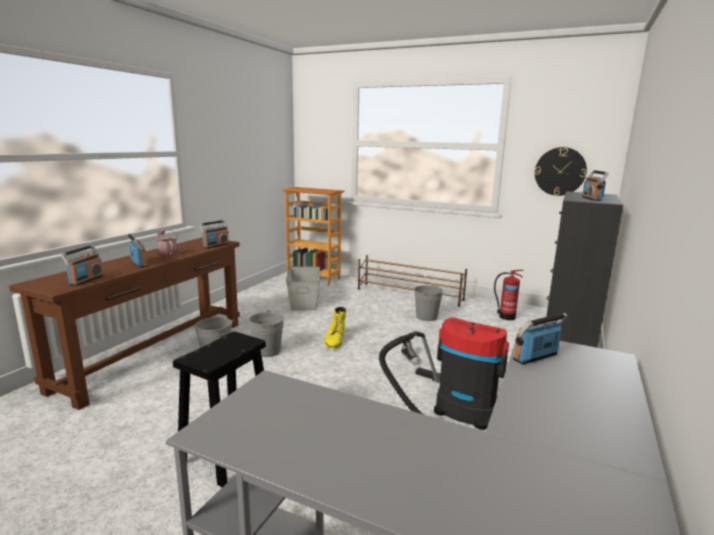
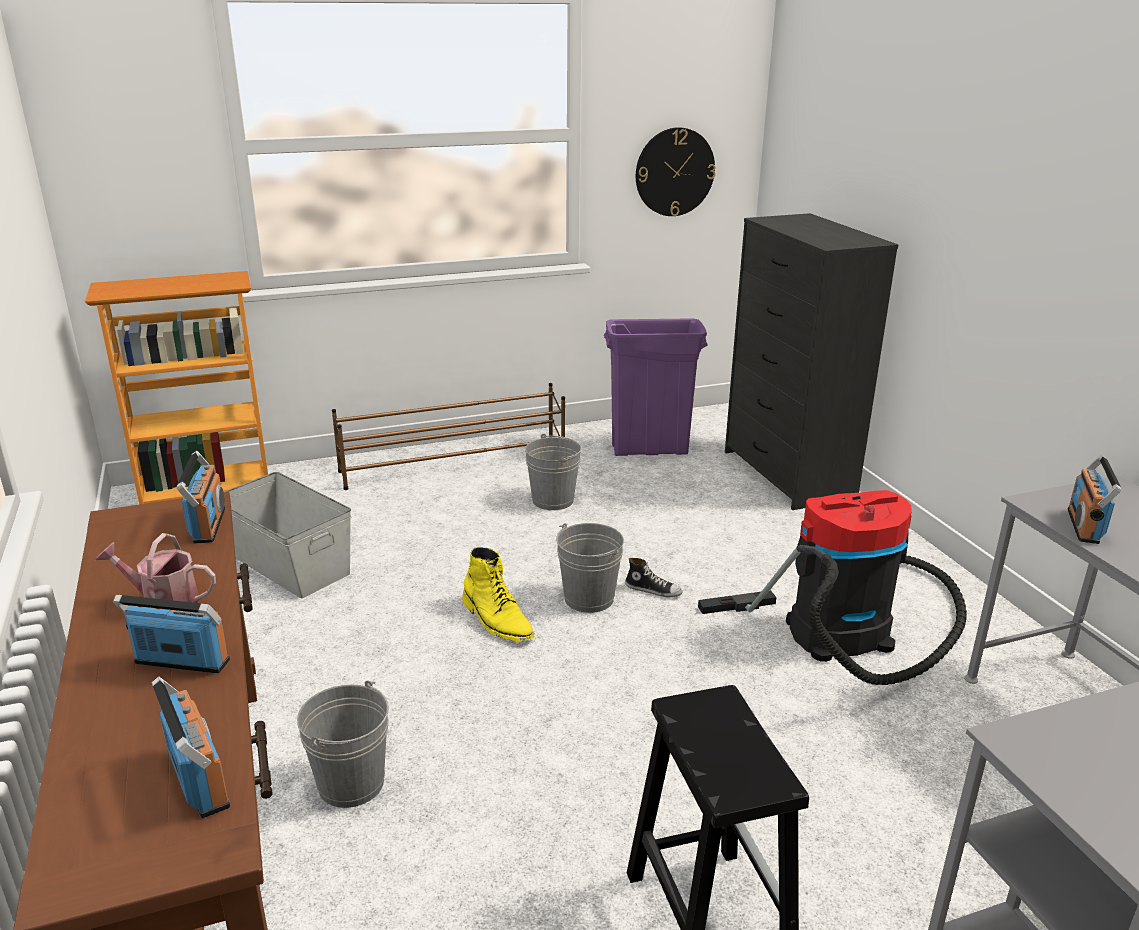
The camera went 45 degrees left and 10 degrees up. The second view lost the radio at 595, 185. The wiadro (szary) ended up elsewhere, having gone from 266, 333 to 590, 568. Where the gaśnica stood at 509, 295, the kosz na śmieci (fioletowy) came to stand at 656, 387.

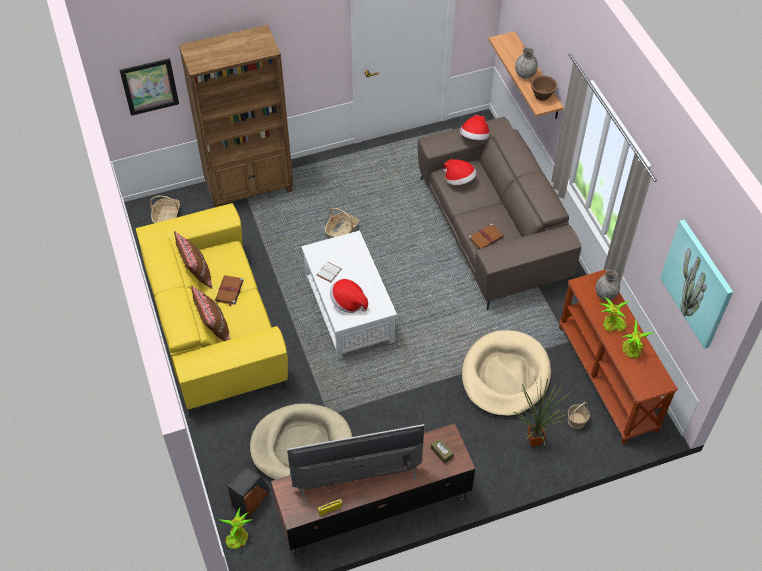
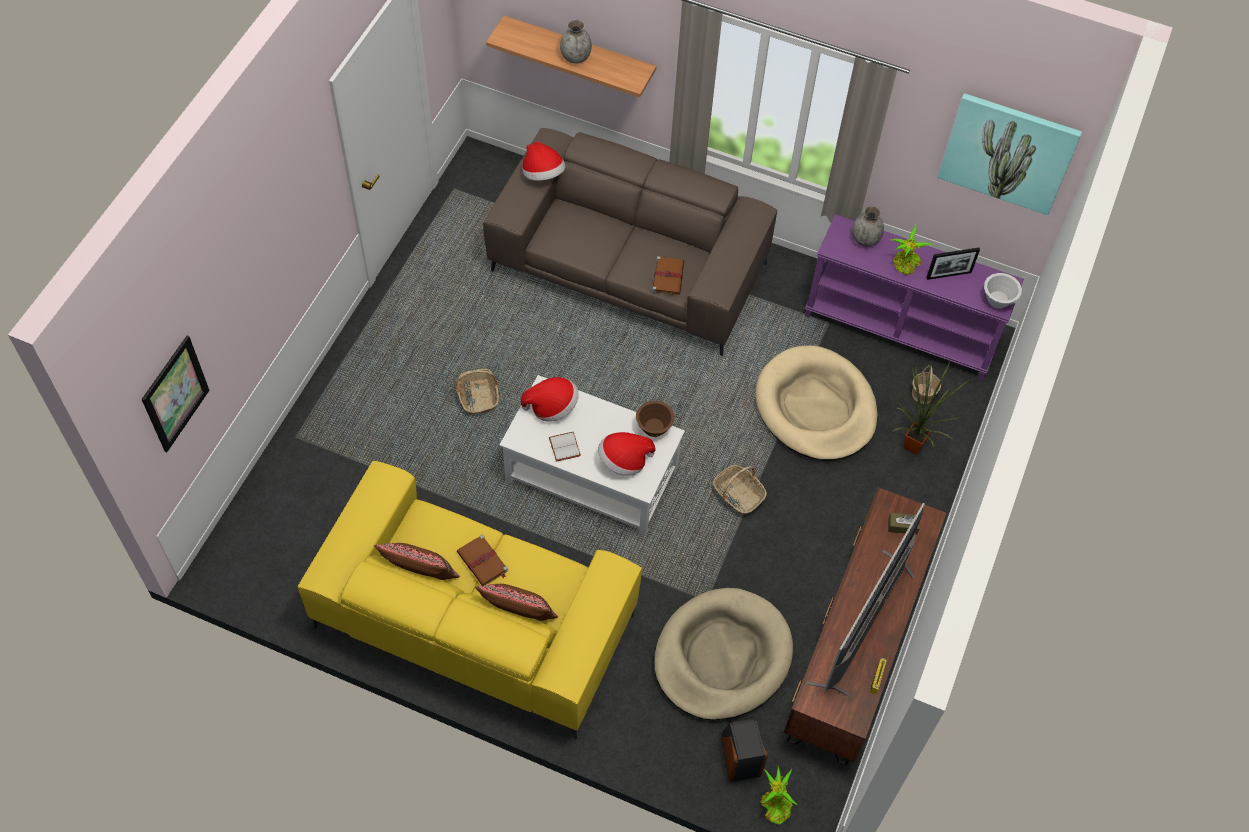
The camera went 50 degrees left and 5 degrees up. The second view lost the regał (brązowy) at 236, 116. The second view gained the miska (biały) at 1003, 291. The koszyk ended up elsewhere, having gone from 165, 209 to 740, 490. The kapelusz ended up elsewhere, having gone from 460, 172 to 550, 399. The miska (brązowy) ended up elsewhere, having gone from 544, 88 to 655, 419. Where the roślina doniczkowa stood at 638, 338, the ramka na zdjęcie came to stand at 953, 264. What was the stolik konsolowy (brązowy) at 618, 356 turned into the stolik konsolowy (fioletowy) at 914, 297.

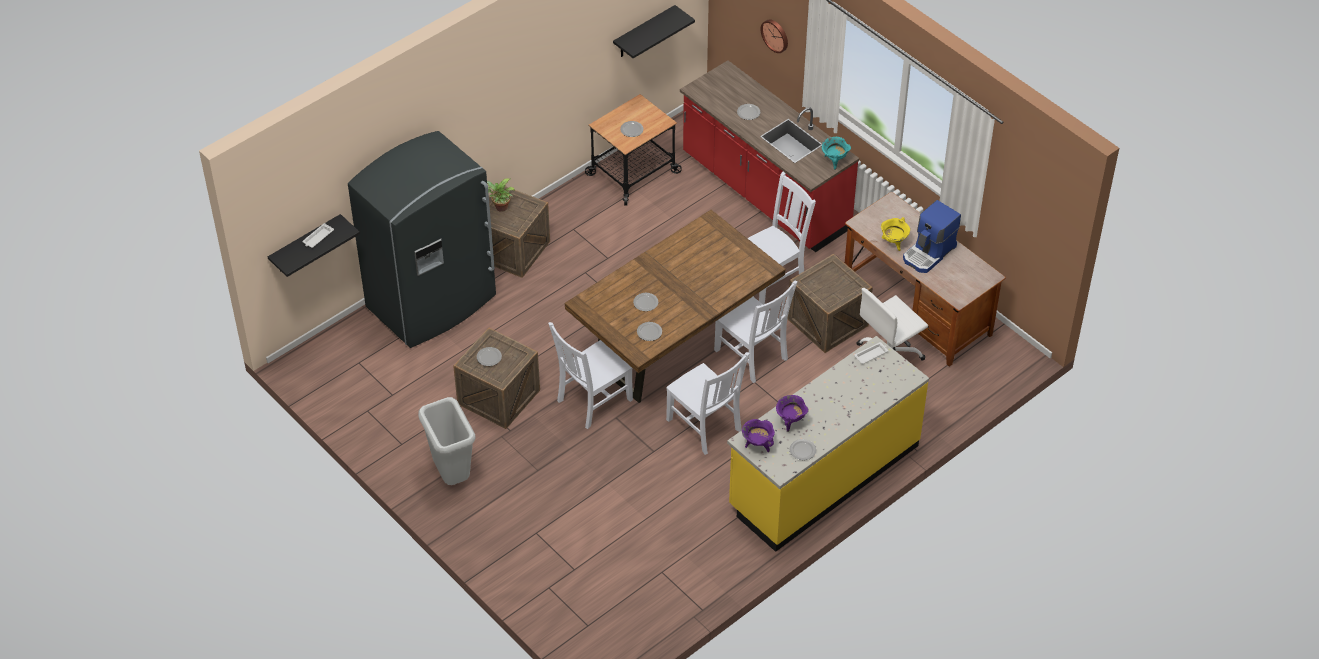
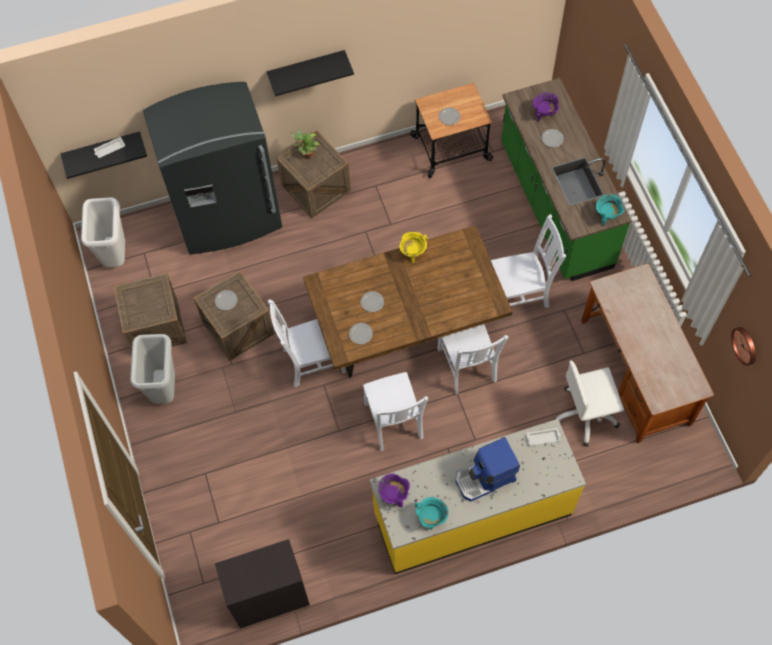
The camera went 25 degrees right and 15 degrees up. The second view gained the kosz na śmieci (biały) at 103, 232. The second view gained the szafka (czarny) at 262, 584. The półka (czarny) ended up elsewhere, having gone from 654, 31 to 310, 73. The zegar ścienny ended up elsewhere, having gone from 774, 36 to 743, 346. The garnek (fioletowy) ended up elsewhere, having gone from 792, 413 to 546, 107. The skrzynka ended up elsewhere, having gone from 830, 303 to 150, 311. The garnek (żółty) ended up elsewhere, having gone from 895, 234 to 413, 247. The ekspres do kawy ended up elsewhere, having gone from 932, 236 to 487, 469. Where the talerz stood at 803, 449, the garnek (turkusowy) came to stand at 432, 513. What was the zabudowa kuchenna (czerwony) at 769, 156 turned into the zabudowa kuchenna (zielony) at 566, 179.

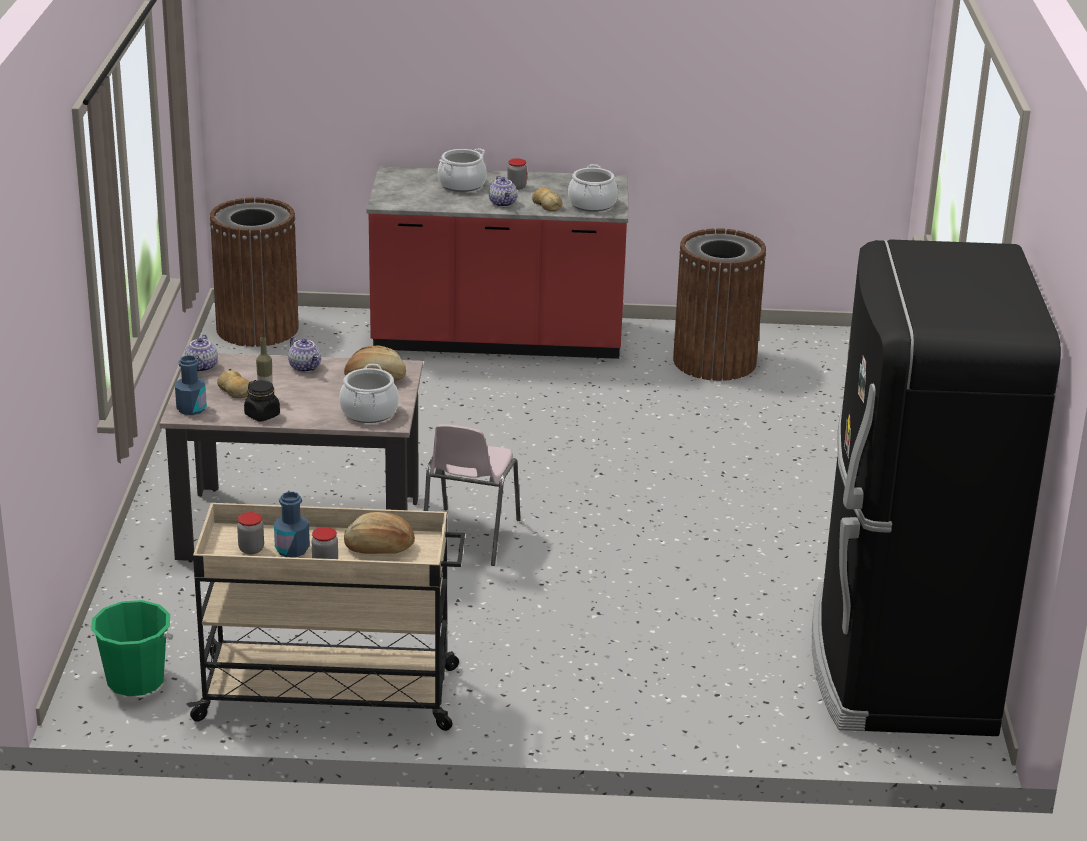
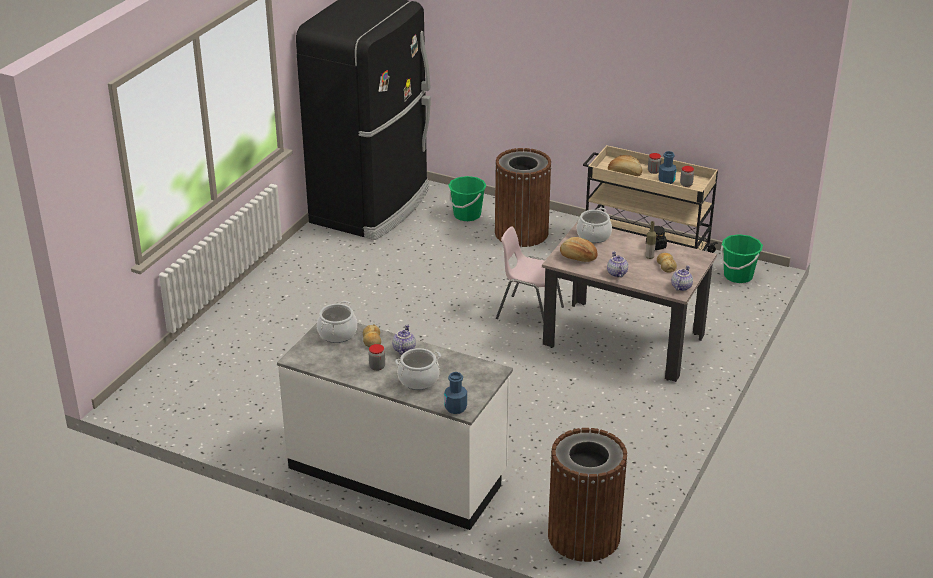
The camera went 155 degrees left and 5 degrees up. The second view gained the wiadro (zielony) at 467, 198. The butelka (niebieski) ended up elsewhere, having gone from 191, 385 to 455, 393. The kosz na śmieci (brązowy) ended up elsewhere, having gone from 719, 304 to 523, 197. What was the zabudowa kuchenna (czerwony) at 497, 262 turned into the zabudowa kuchenna (biały) at 395, 426. The krzesło (różowy) at 472, 495 ended up facing another way, 105 degrees counterclockwise from before.

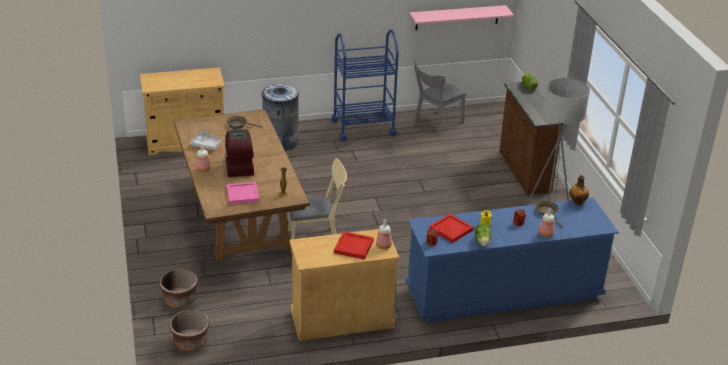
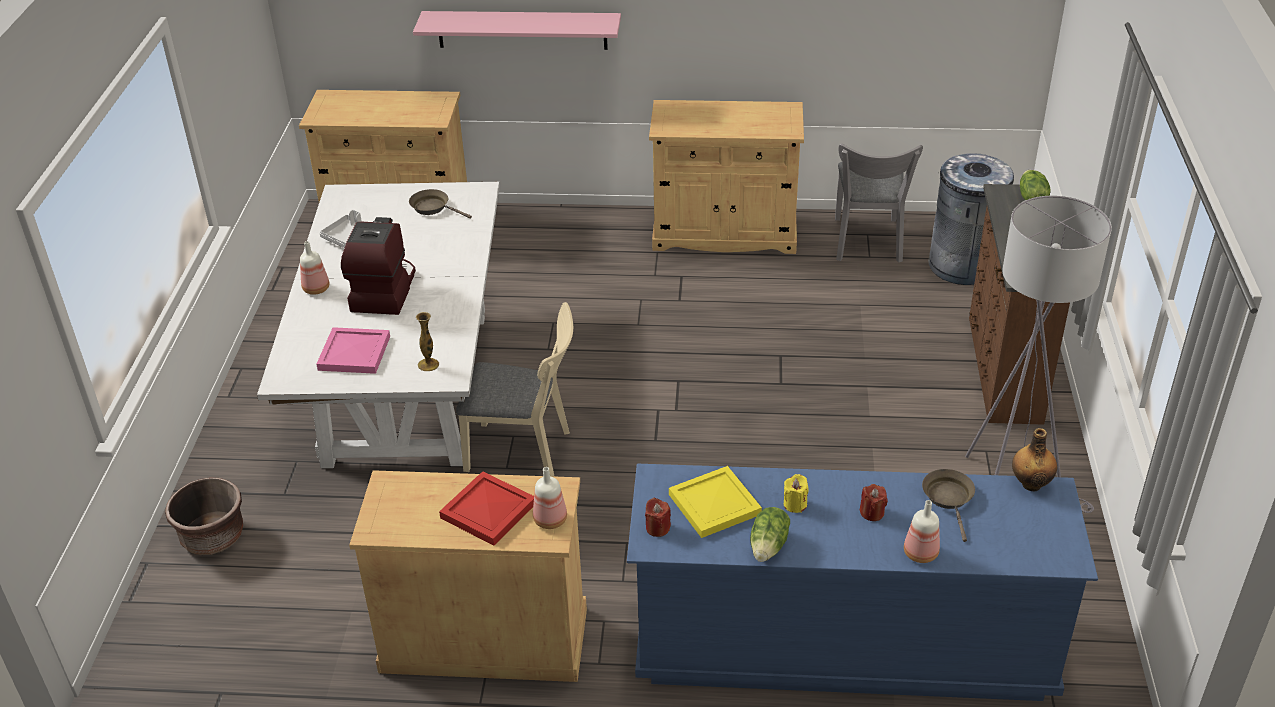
The camera went 20 degrees right and 5 degrees up. The second view lost the donica (brązowy) at 190, 331. The kosz na śmieci (szary) ended up elsewhere, having gone from 280, 117 to 971, 219. The półka (różowy) ended up elsewhere, having gone from 461, 17 to 517, 30. Where the wózek (niebieski) stood at 365, 85, the szafka (beżowy) came to stand at 726, 177. What was the stół jadalny (brązowy) at 242, 185 turned into the stół jadalny (biały) at 378, 325. What was the taca (czerwony) at 451, 228 turned into the taca (żółty) at 715, 502. The krzesło (szary) at 440, 98 ended up facing another way, 60 degrees counterclockwise from before.

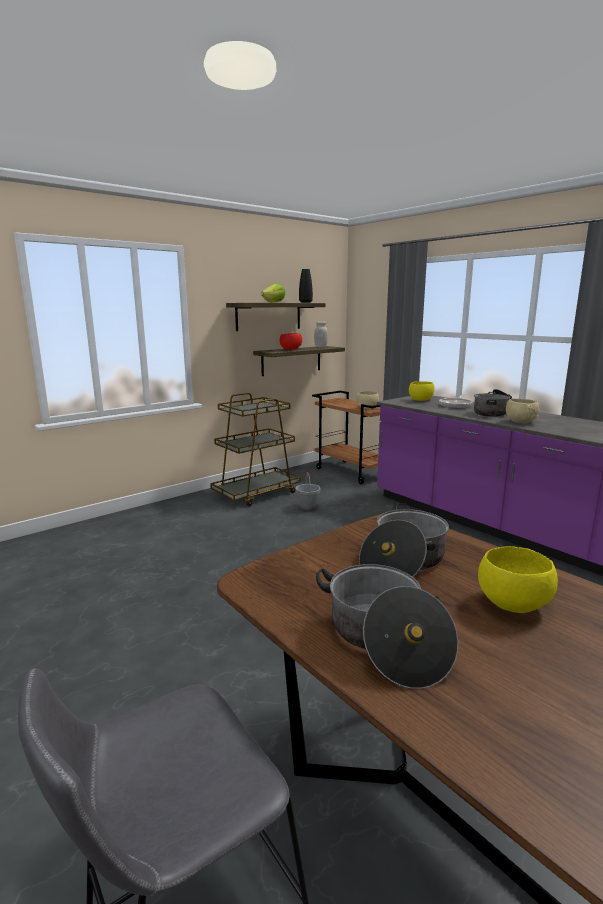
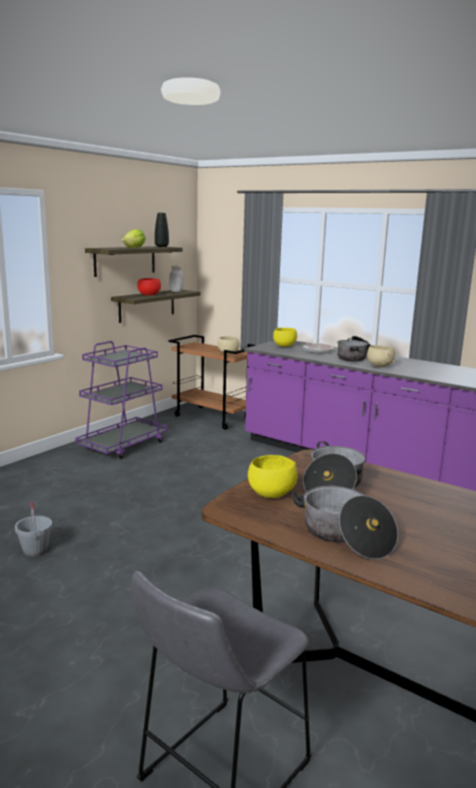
The camera went 15 degrees left and 0 degrees up. The wiadro (szary) ended up elsewhere, having gone from 308, 491 to 33, 529. The miska (żółty) ended up elsewhere, having gone from 518, 579 to 272, 476. What was the wózek (brązowy) at 255, 449 turned into the wózek (fioletowy) at 121, 400.

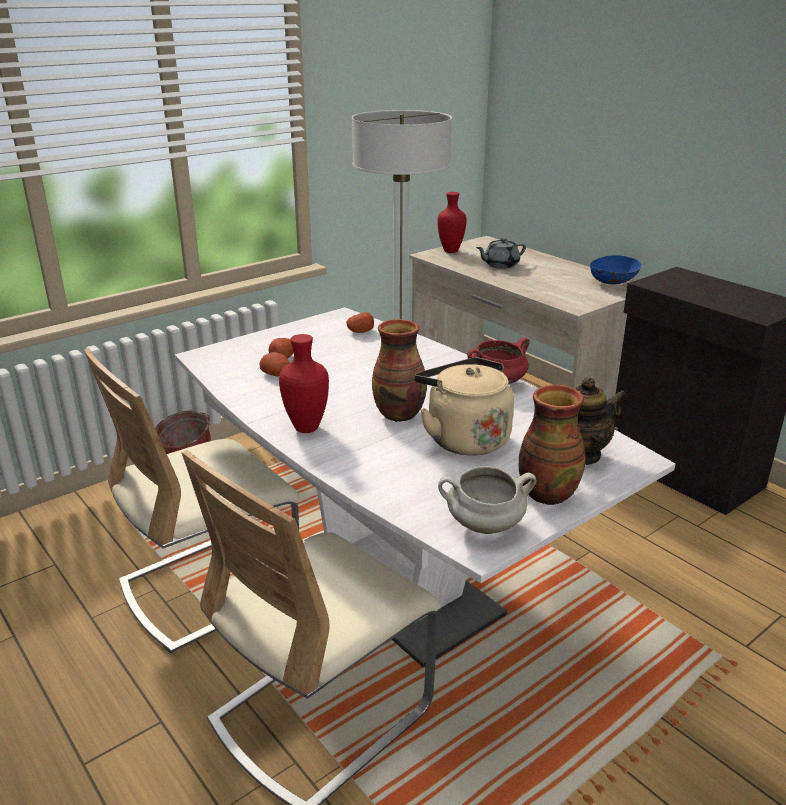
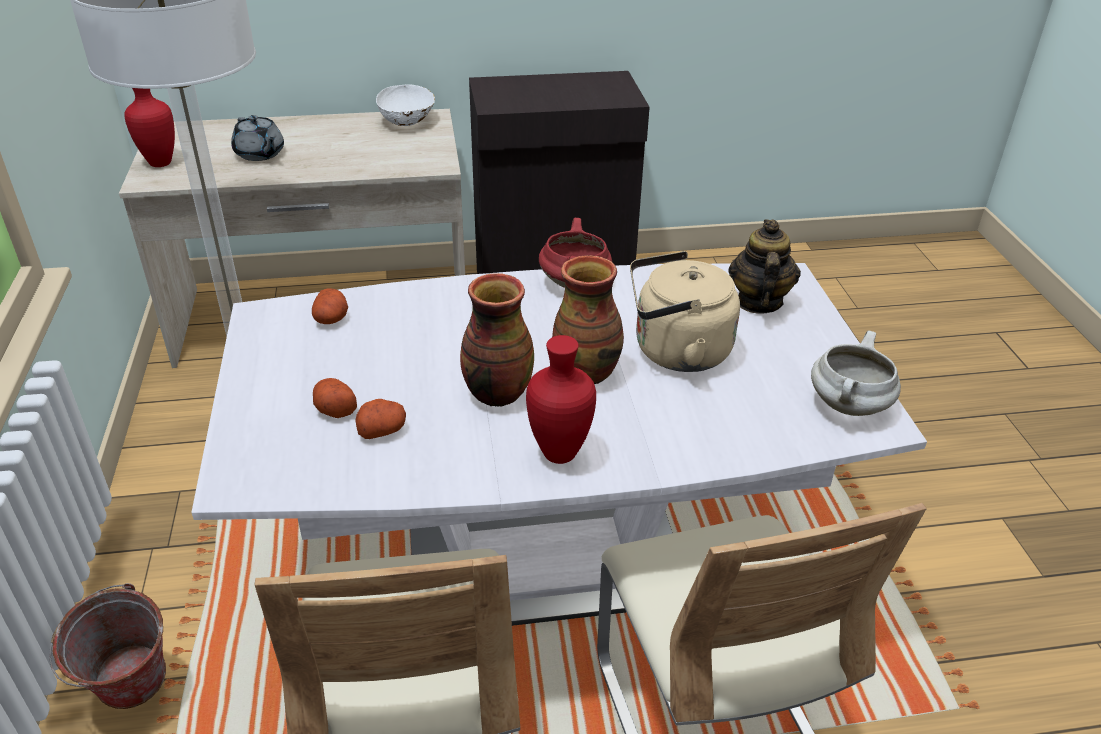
The camera went 60 degrees left and 10 degrees up. The wazon ended up elsewhere, having gone from 552, 445 to 497, 340. What was the miska (niebieski) at 616, 270 turned into the miska (biały) at 405, 105. The imbryk (szary) at 501, 253 ended up facing another way, 45 degrees counterclockwise from before.

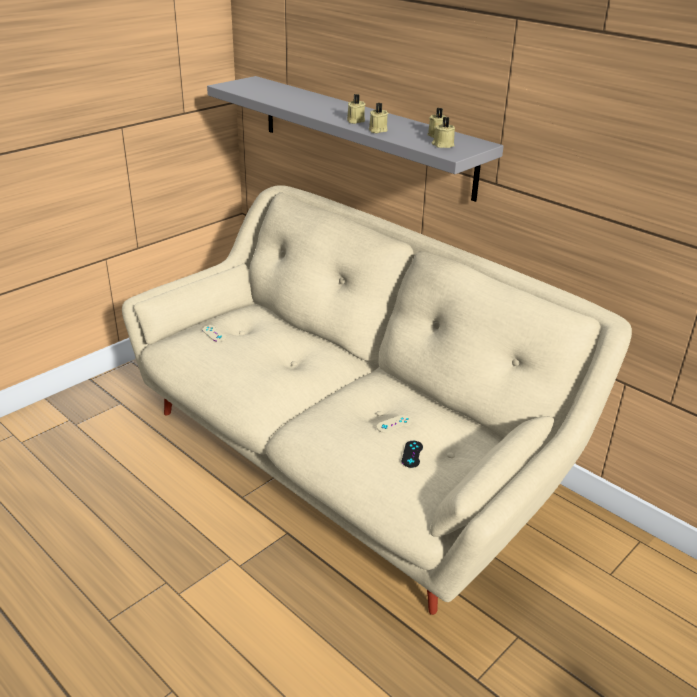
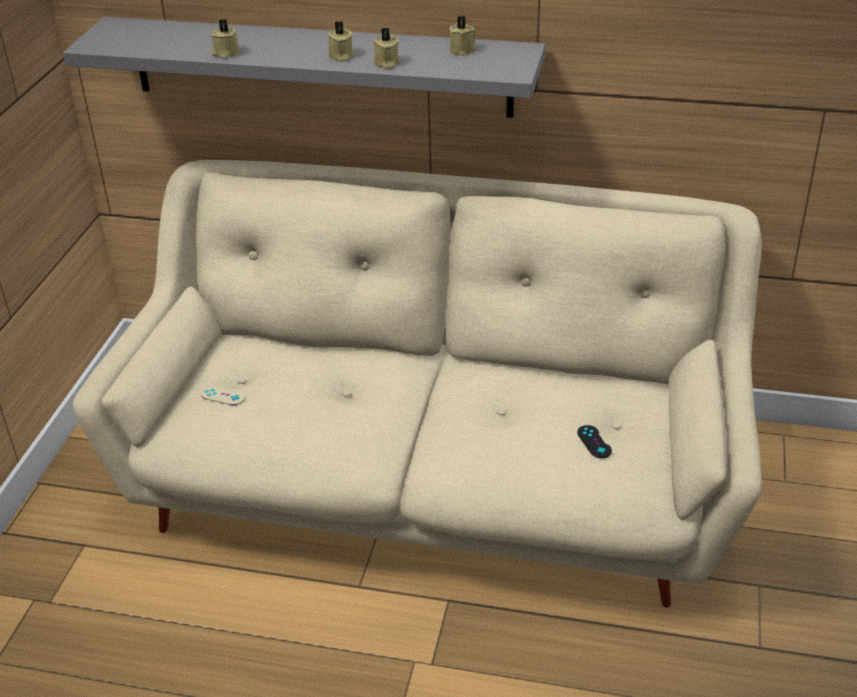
The camera went 30 degrees left and 5 degrees up. The second view lost the pad do gier (beżowy) at 394, 424. The świeca (beżowy) ended up elsewhere, having gone from 443, 132 to 225, 38.

